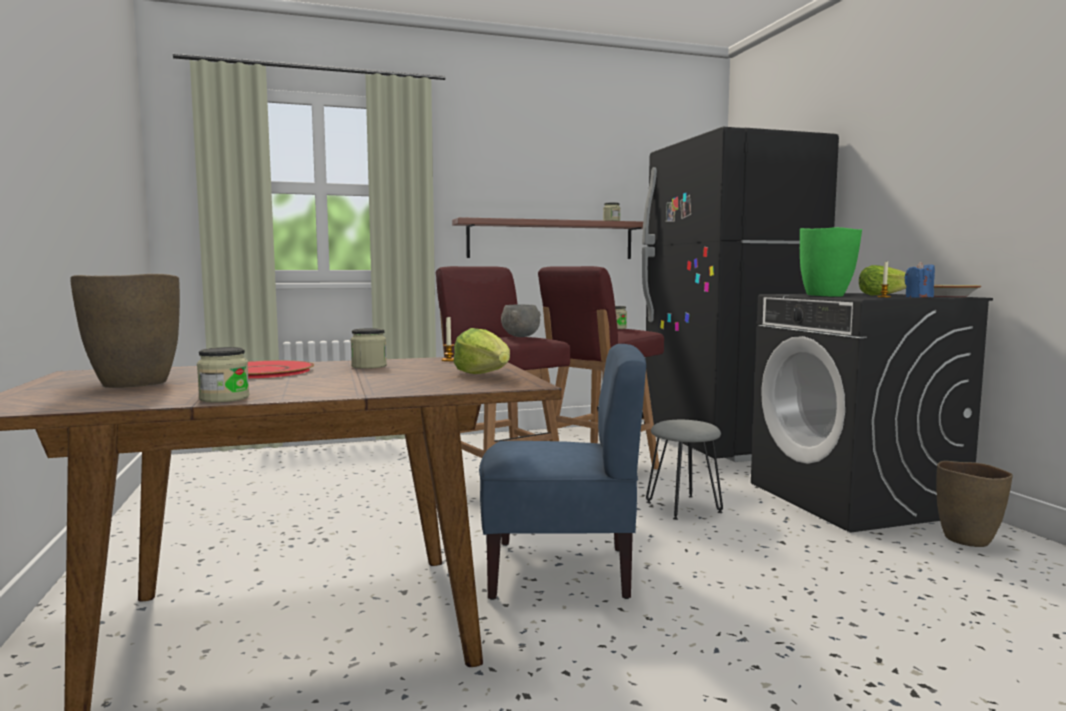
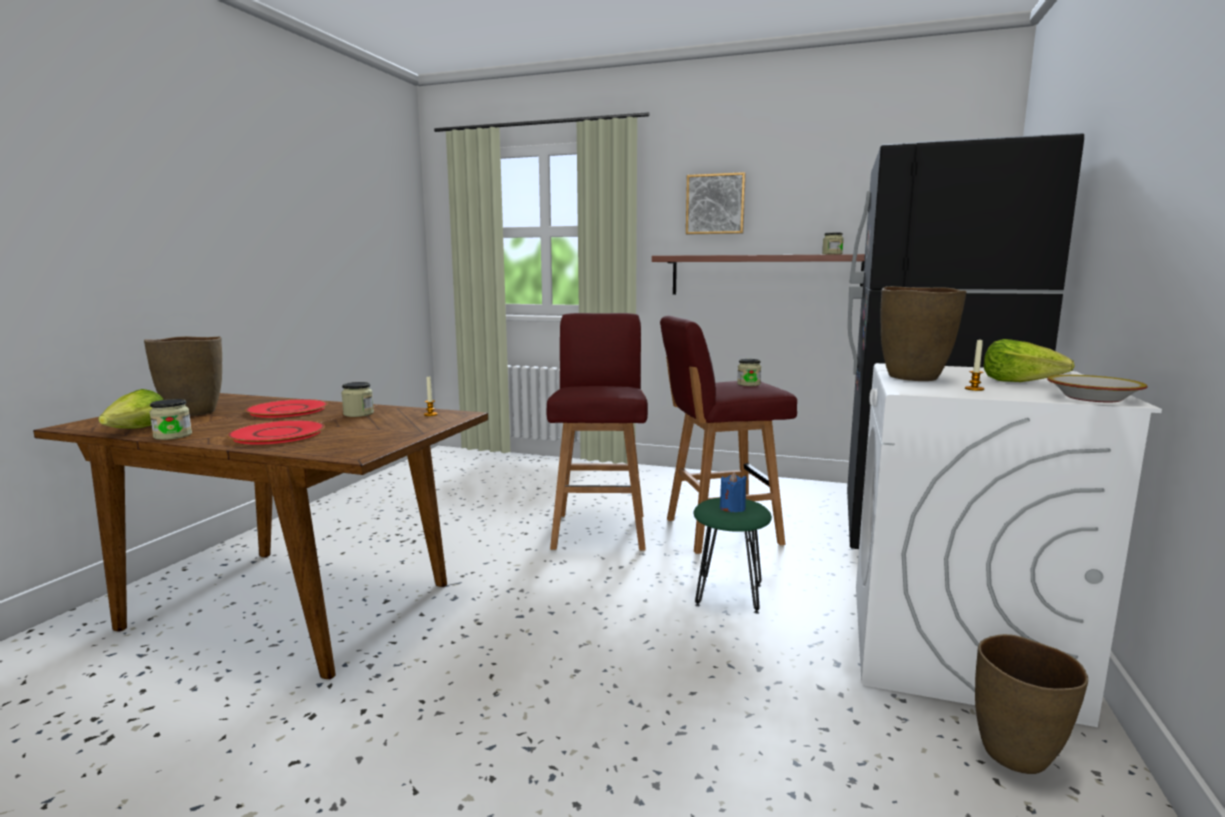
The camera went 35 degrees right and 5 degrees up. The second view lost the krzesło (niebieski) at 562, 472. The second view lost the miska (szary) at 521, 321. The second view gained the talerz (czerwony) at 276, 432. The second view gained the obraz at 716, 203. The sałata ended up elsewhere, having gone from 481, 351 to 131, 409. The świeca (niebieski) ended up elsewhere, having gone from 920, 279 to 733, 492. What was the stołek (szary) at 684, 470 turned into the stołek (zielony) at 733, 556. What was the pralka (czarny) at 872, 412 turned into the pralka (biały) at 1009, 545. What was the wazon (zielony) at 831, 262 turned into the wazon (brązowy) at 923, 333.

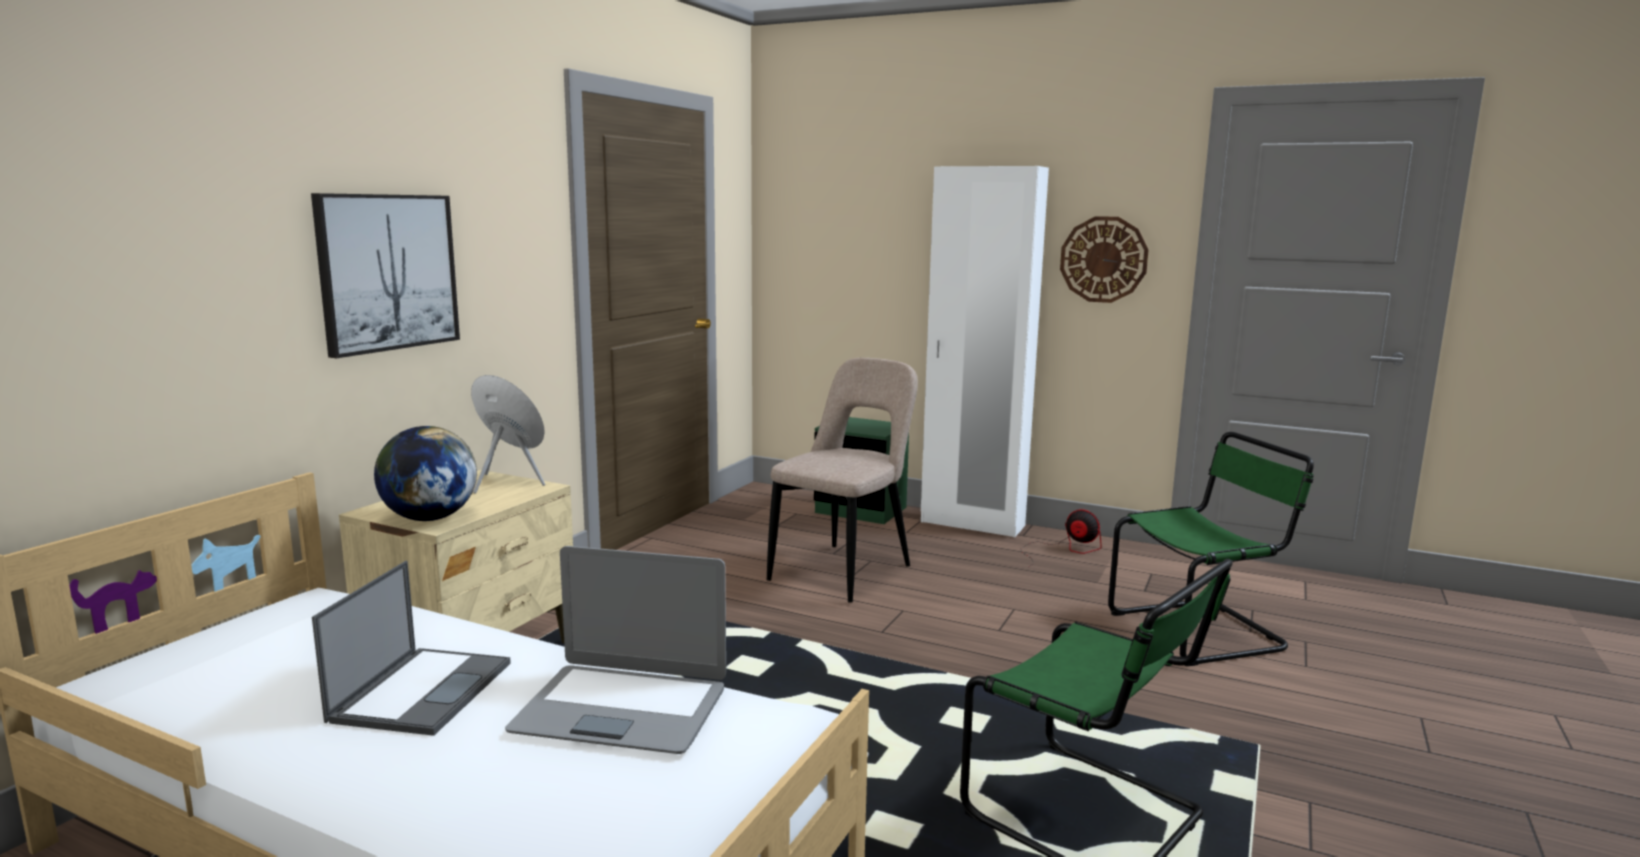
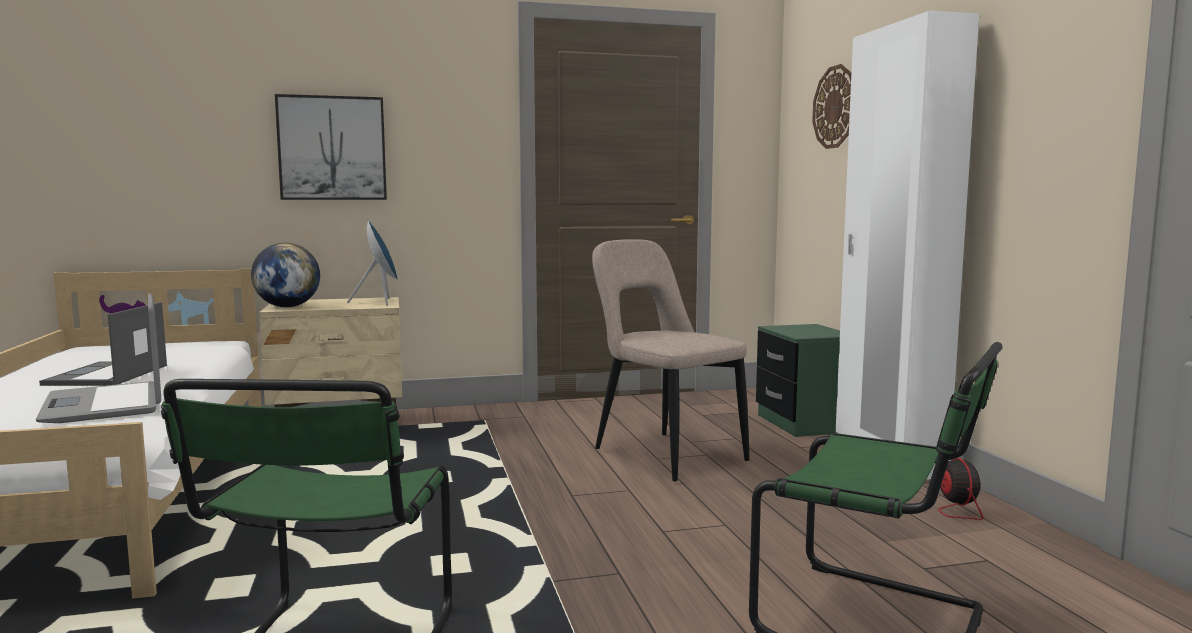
The camera went 50 degrees right and 5 degrees down. The zegar ścienny ended up elsewhere, having gone from 1104, 259 to 831, 106. The laptop at 411, 648 ended up facing another way, 120 degrees clockwise from before. The krzesło (beżowy) at 842, 480 ended up facing another way, 120 degrees counterclockwise from before.

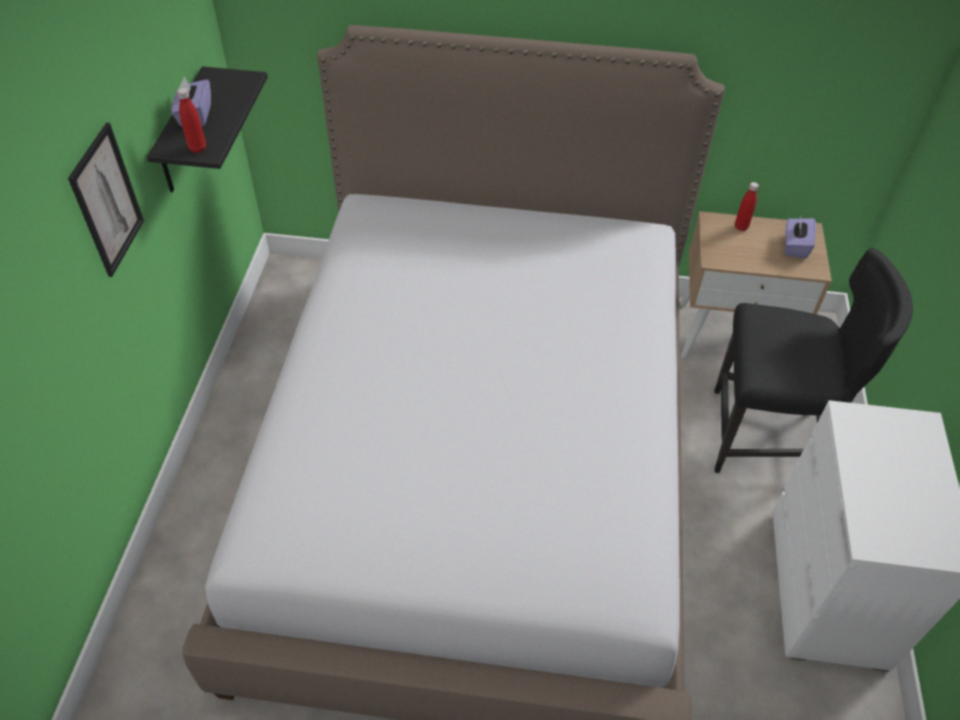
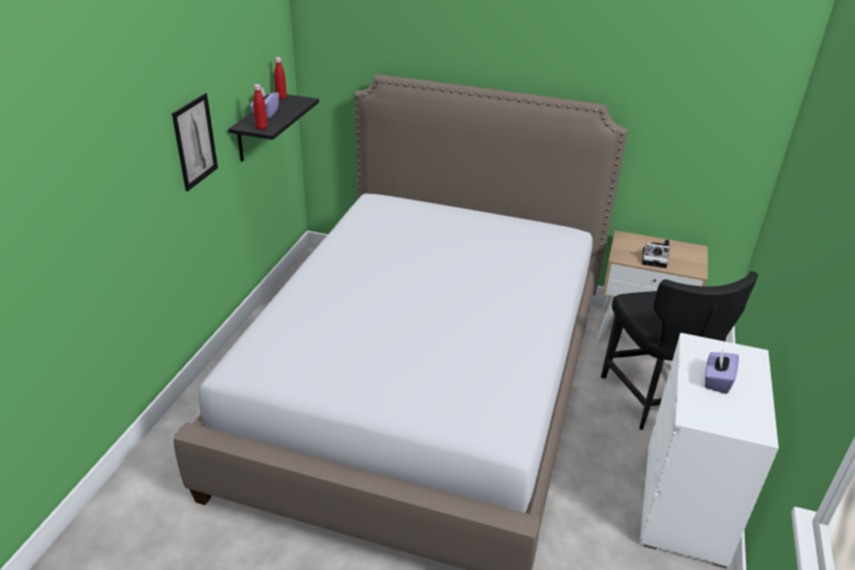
The camera went 10 degrees right and 15 degrees down. The second view gained the aparat fotograficzny at 656, 254. The butelka (czerwony) ended up elsewhere, having gone from 747, 206 to 280, 78. The pudełko chusteczek (fioletowy) ended up elsewhere, having gone from 800, 238 to 722, 371. The krzesło (czarny) at 814, 360 ended up facing another way, 60 degrees clockwise from before.

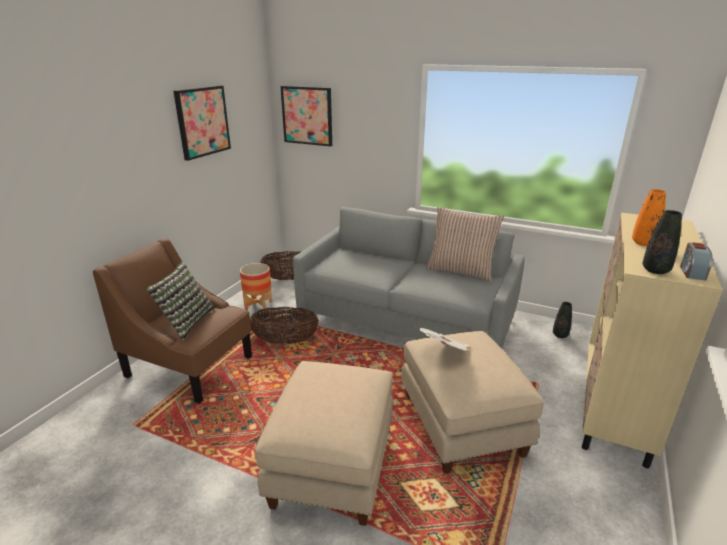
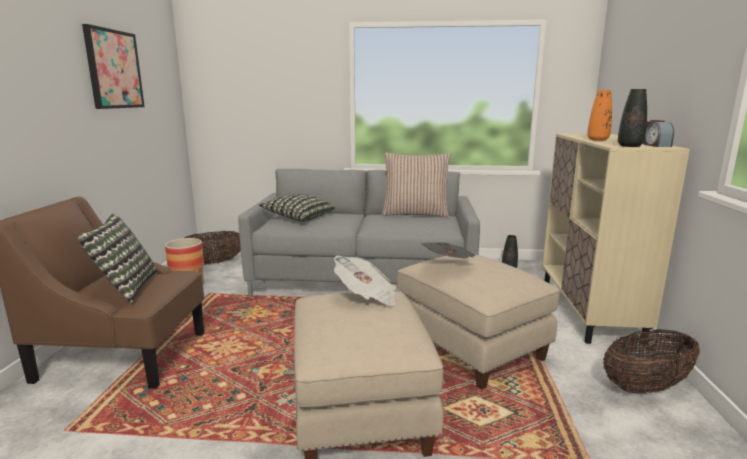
The camera went 20 degrees left and 10 degrees down. The second view lost the obraz at 306, 116. The second view gained the poduszka at 297, 207. The second view gained the gazeta at 365, 281. The koszyk ended up elsewhere, having gone from 284, 325 to 651, 361.

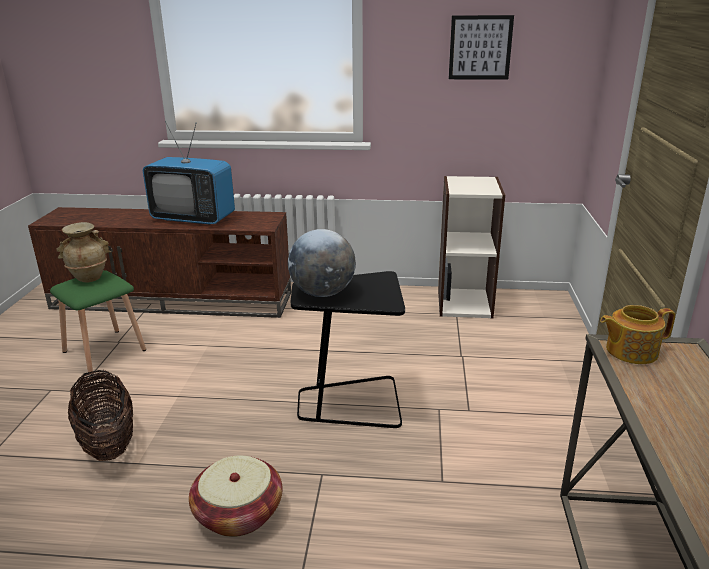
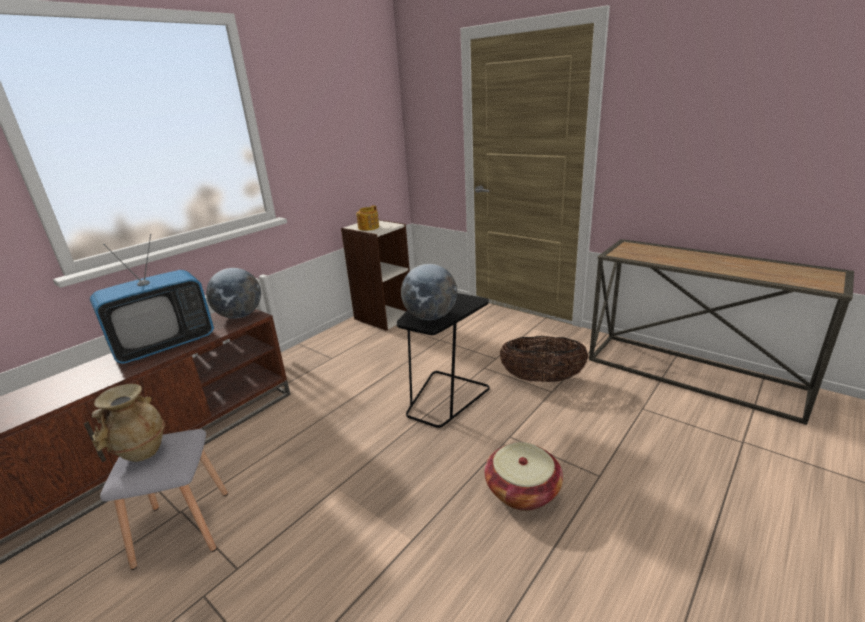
The camera went 55 degrees left and 0 degrees up. The second view lost the obraz at 481, 47. The second view gained the globus at 233, 293. The koszyk ended up elsewhere, having gone from 100, 415 to 544, 359. The imbryk ended up elsewhere, having gone from 637, 334 to 367, 218. What was the stołek (zielony) at 98, 321 turned into the stołek (szary) at 164, 499.

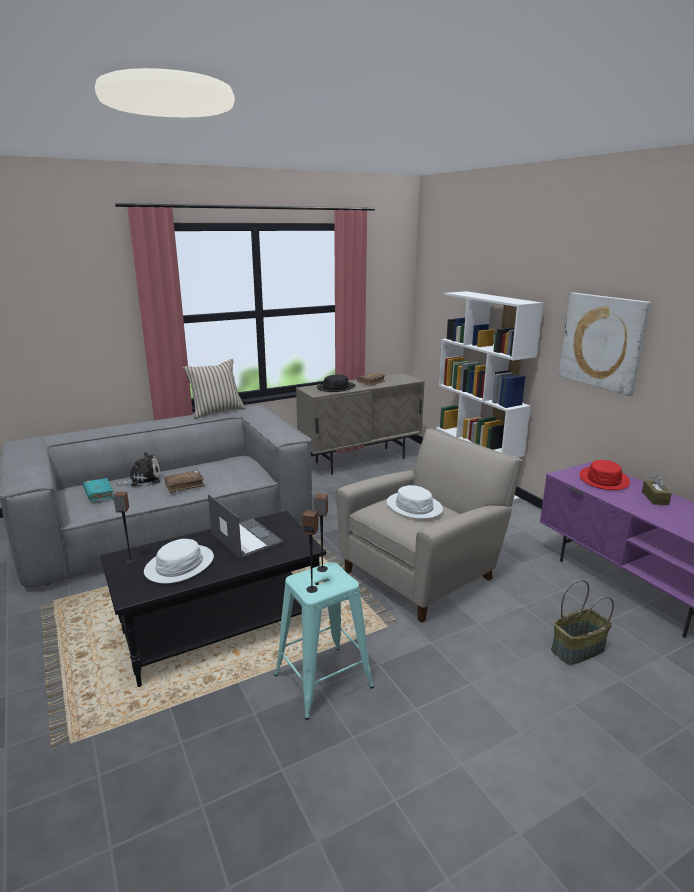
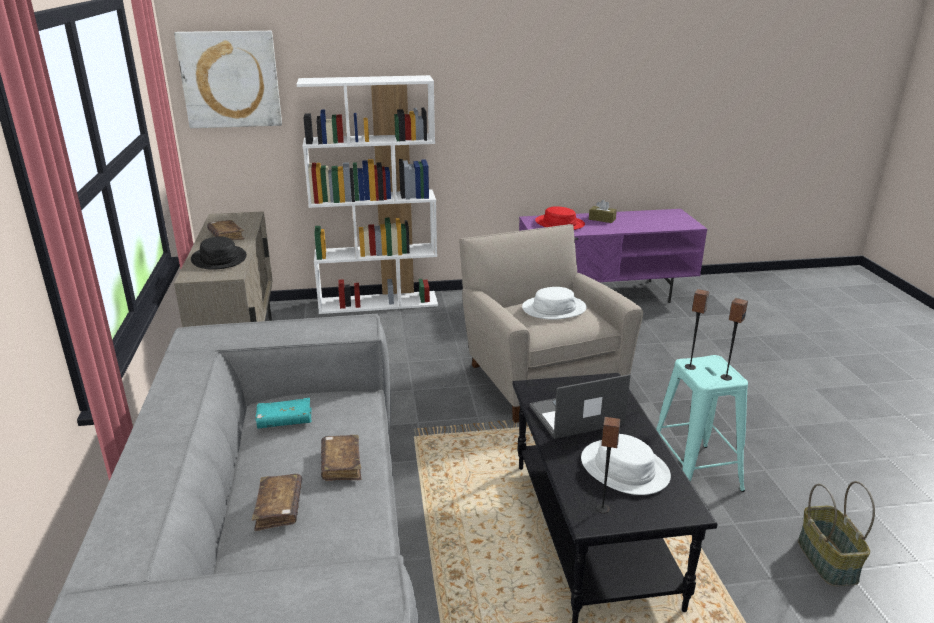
The camera went 70 degrees left and 5 degrees up. The second view lost the poduszka (beżowy) at 214, 389. The książka (turkusowy) ended up elsewhere, having gone from 98, 489 to 283, 413. The koszyk ended up elsewhere, having gone from 582, 622 to 836, 533. The obraz ended up elsewhere, having gone from 605, 344 to 228, 79. Where the pluszak stood at 138, 469, the książka (brązowy) came to stand at 277, 502.

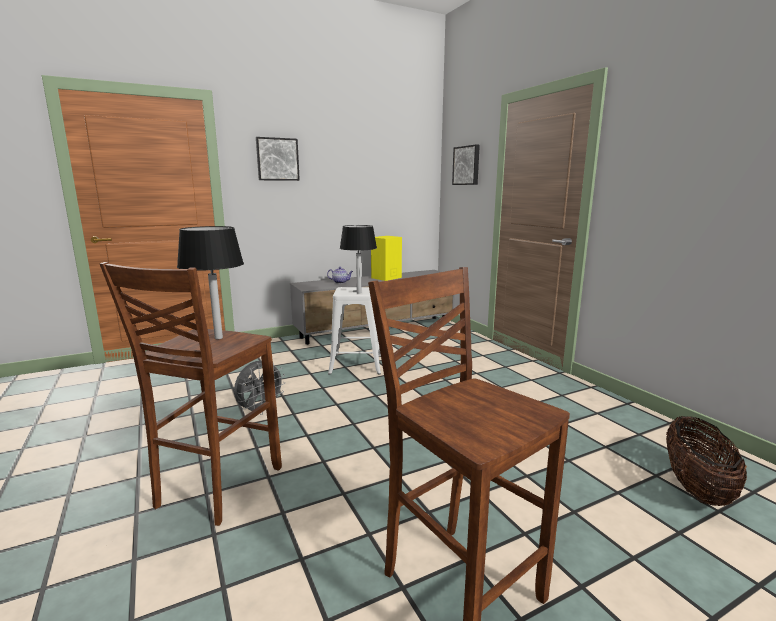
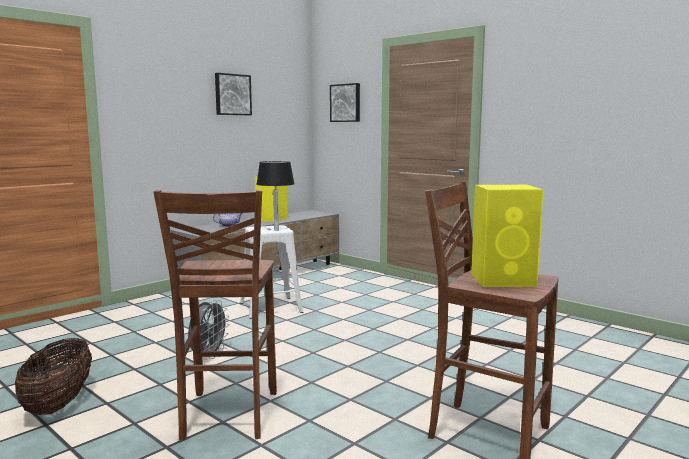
The camera went 20 degrees left and 5 degrees down. The second view lost the lampa stołowa (czarny) at 210, 282. The second view gained the głośnik (żółty) at 507, 236. The obraz ended up elsewhere, having gone from 278, 159 to 233, 94. The koszyk ended up elsewhere, having gone from 706, 461 to 53, 376.

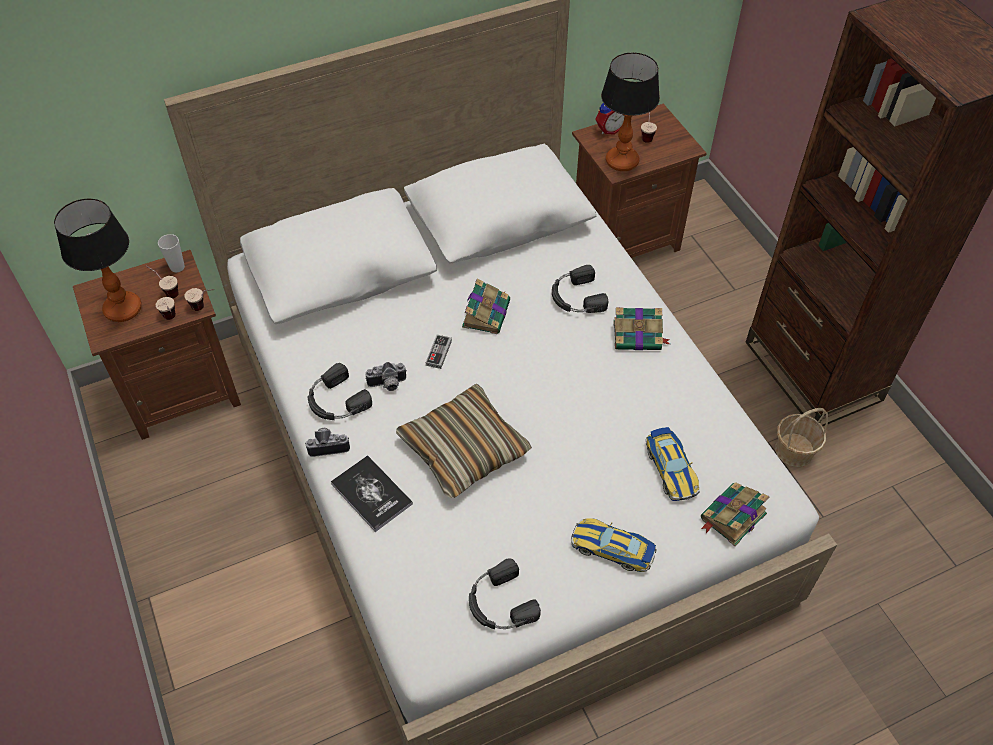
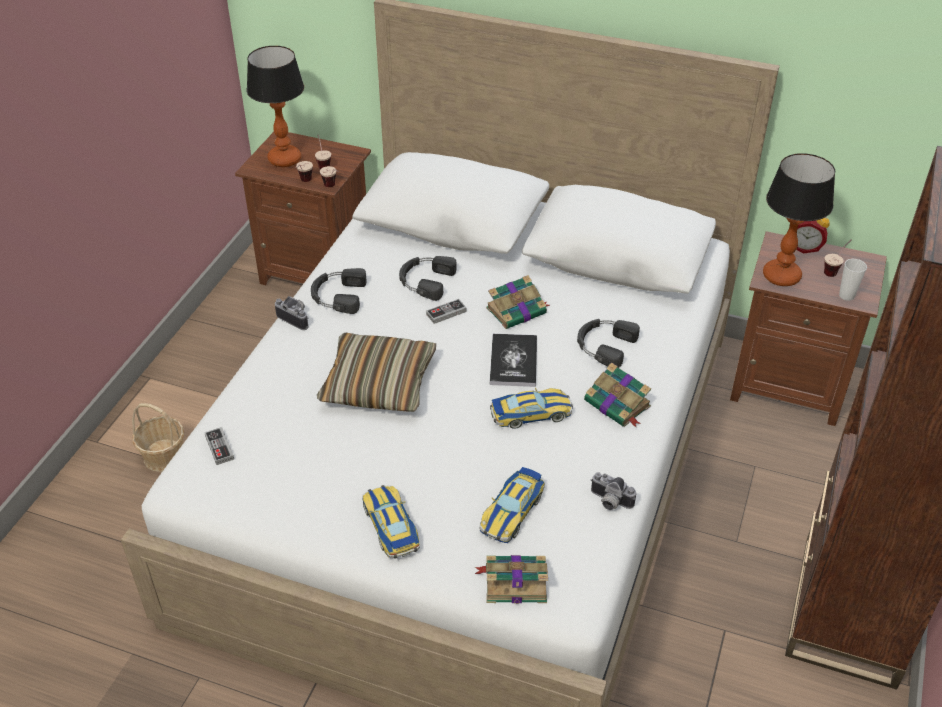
The camera went 45 degrees right and 10 degrees down. The second view gained the pad do gier at 219, 446. The second view gained the samochodzik at 531, 408. The filiżanka ended up elsewhere, having gone from 171, 253 to 853, 280. The książka ended up elsewhere, having gone from 372, 493 to 513, 360. The aparat fotograficzny ended up elsewhere, having gone from 386, 376 to 613, 491. The słuchawki (czarny) ended up elsewhere, having gone from 505, 593 to 428, 278. The koszyk ended up elsewhere, having gone from 801, 437 to 158, 437.

